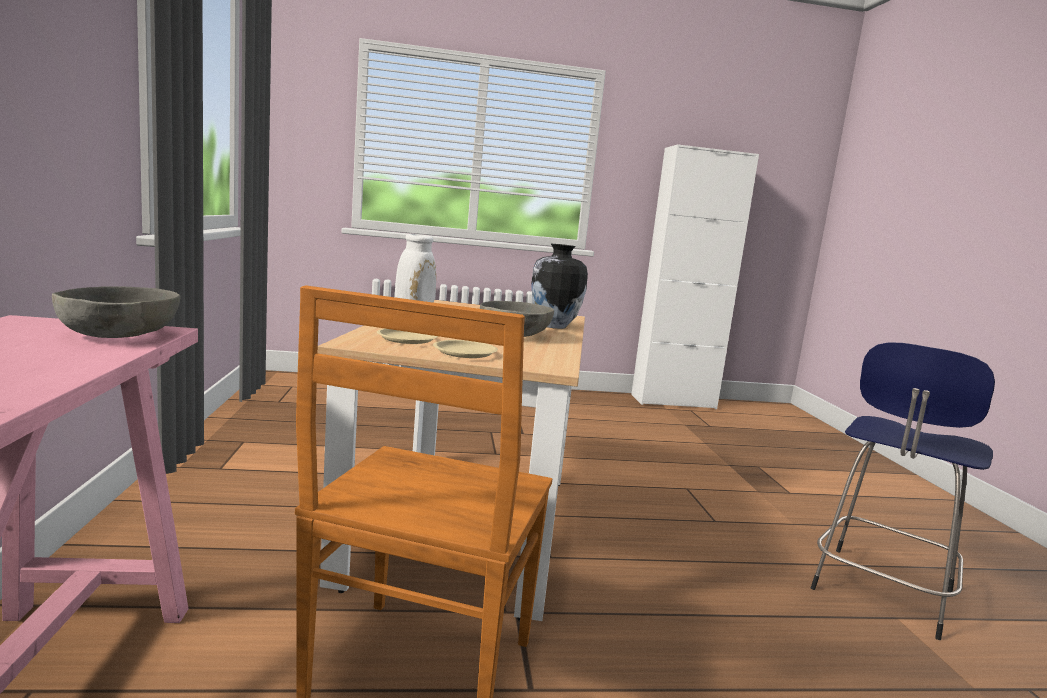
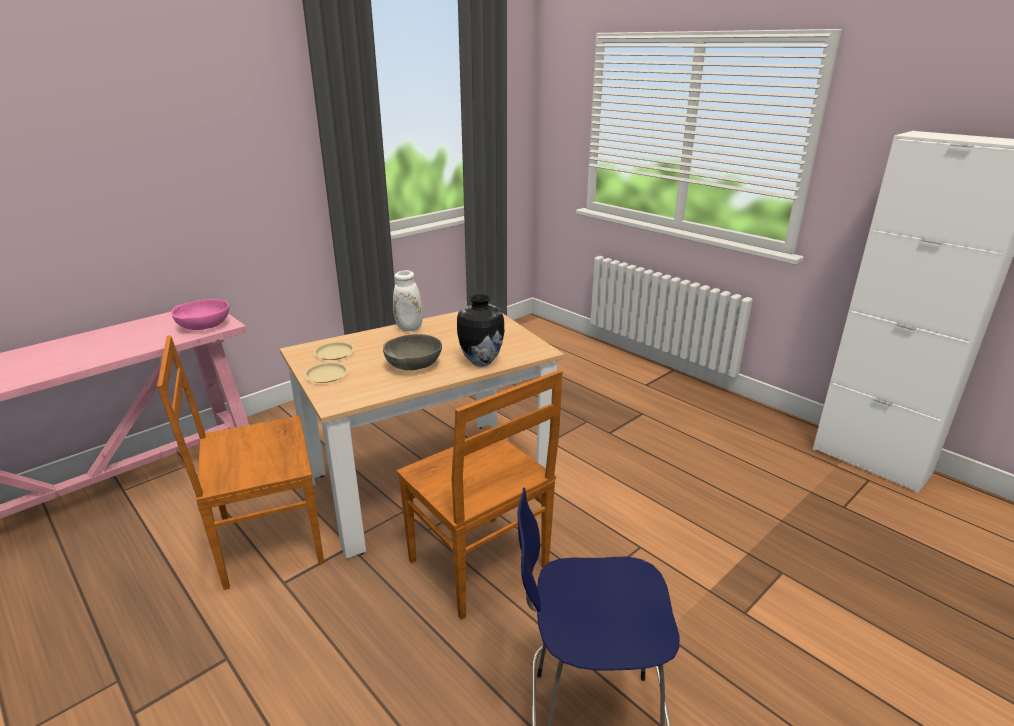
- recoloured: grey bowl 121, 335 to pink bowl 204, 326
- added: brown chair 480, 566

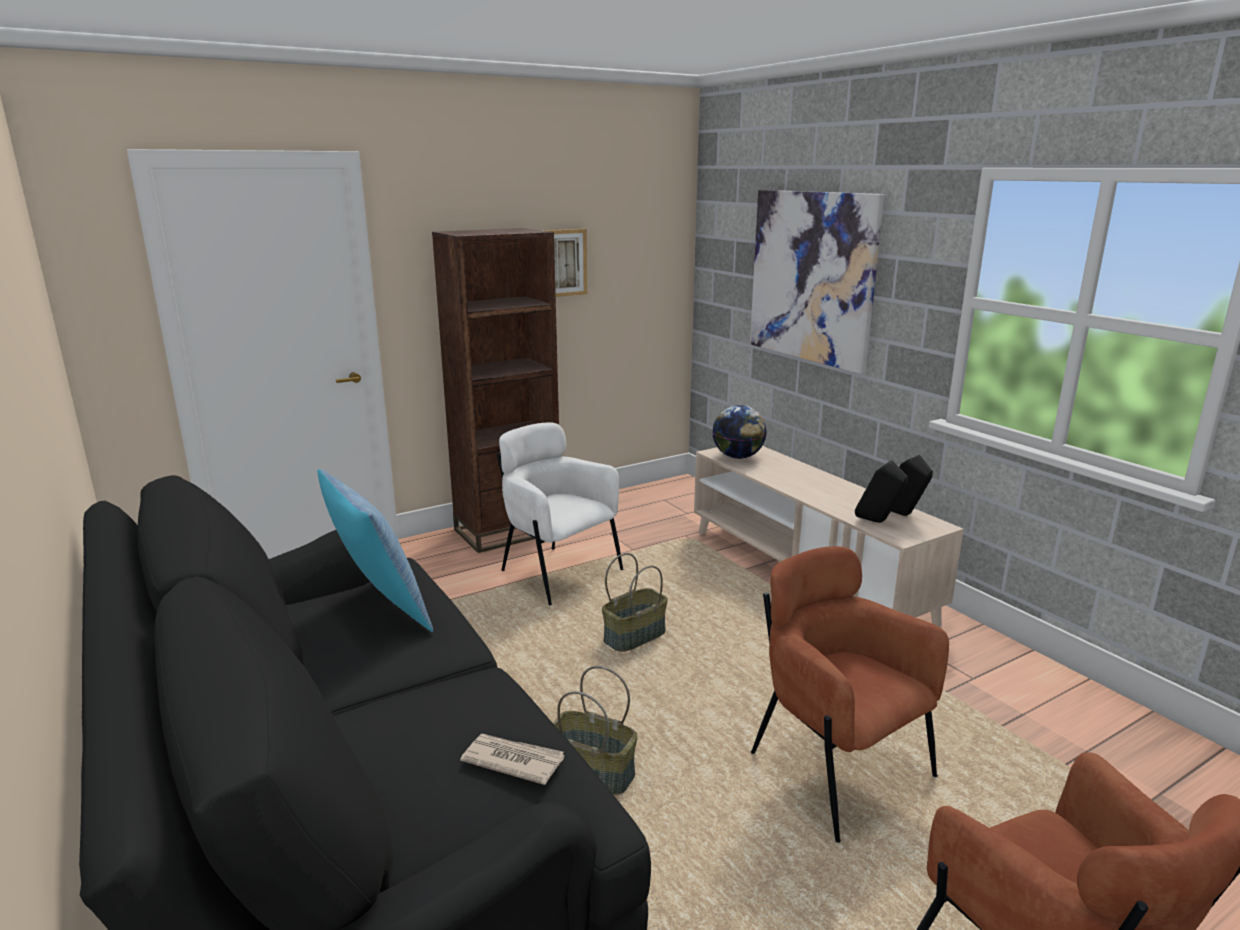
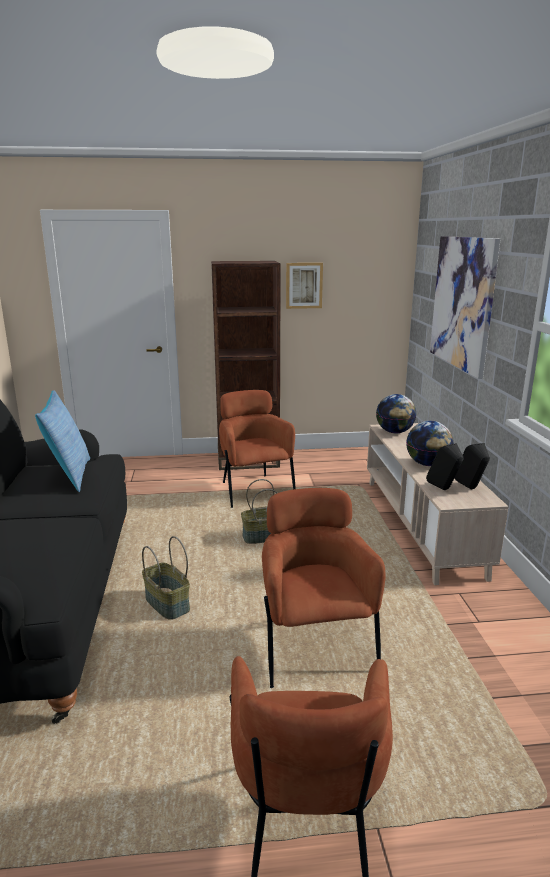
- removed: newspaper 512, 760
- recoloured: white armchair 557, 573 to brown armchair 254, 490
- added: globe 427, 464

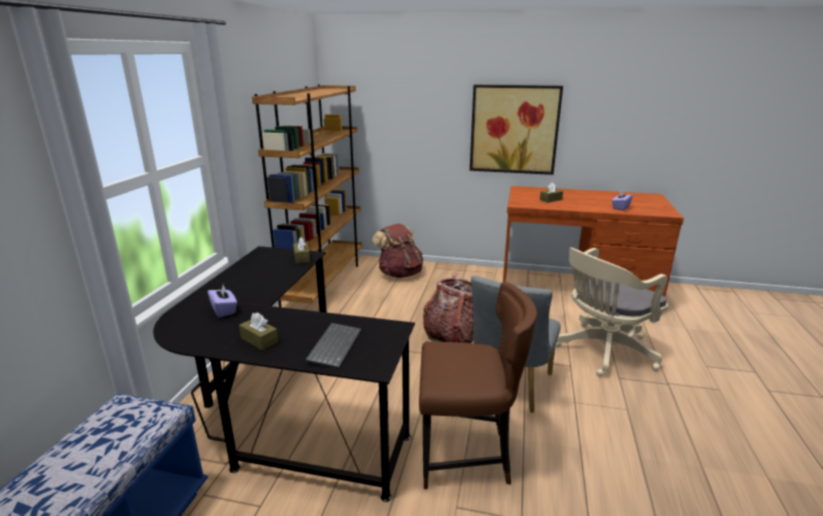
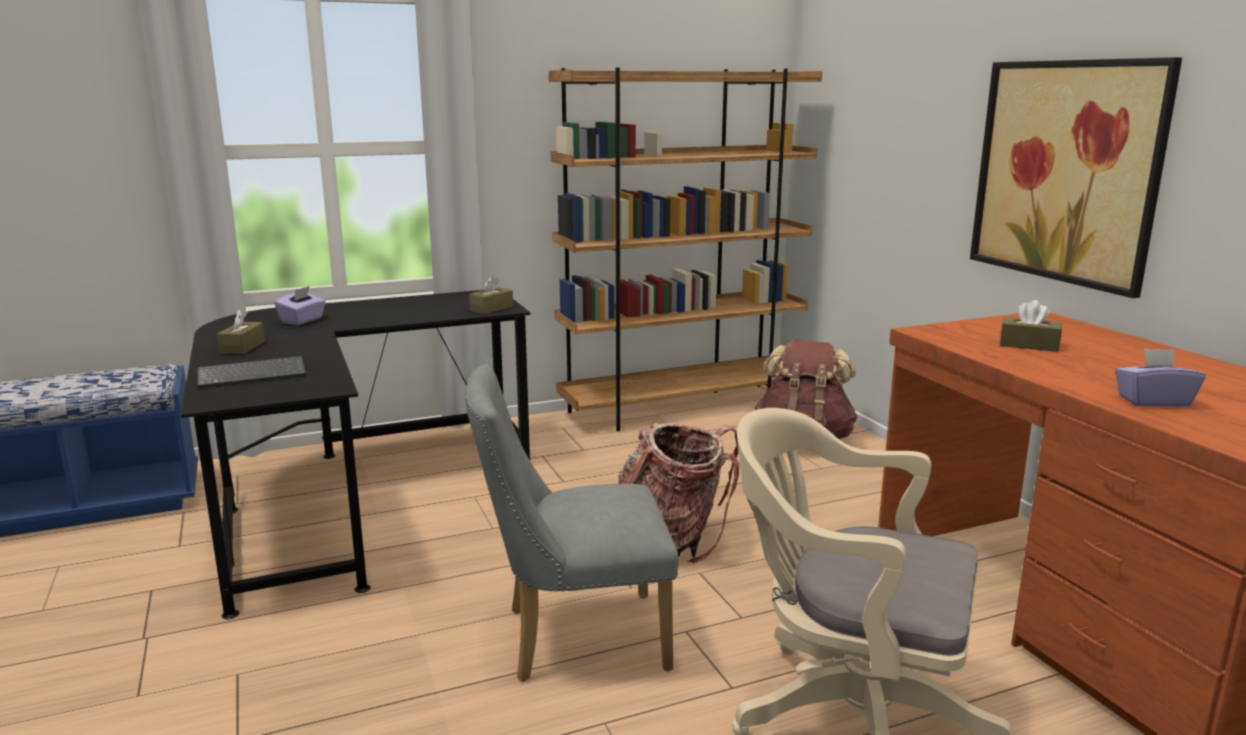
- removed: brown chair 467, 456

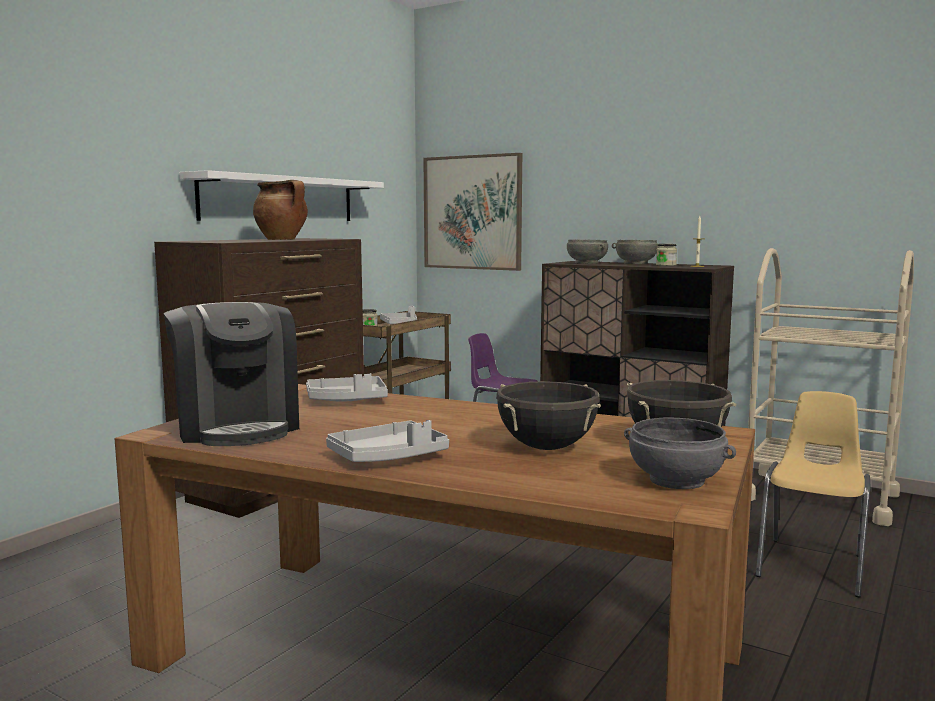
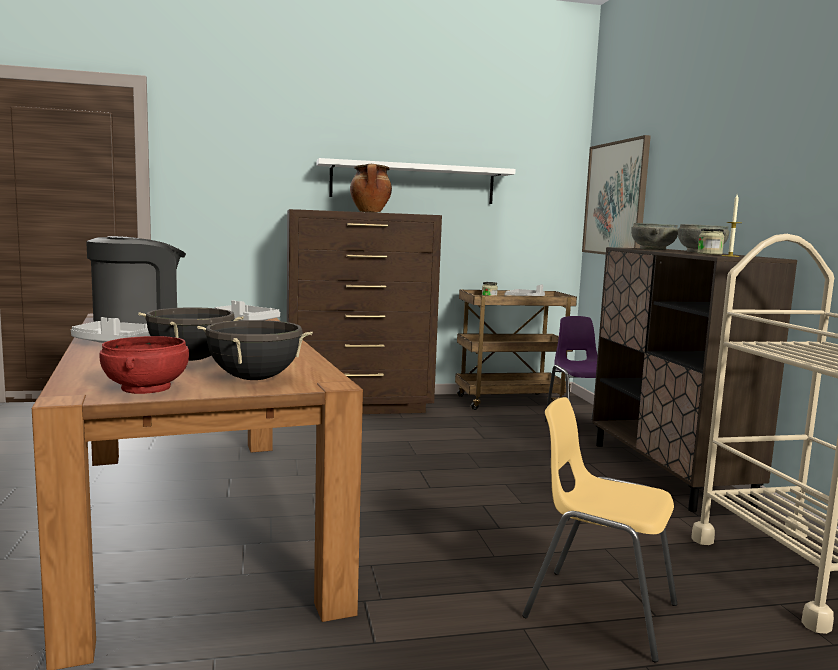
- turned: coffee machine 237, 427 = 139, 320 150 degrees counterclockwise
- recoloured: grey bowl 677, 480 to red bowl 147, 388
- turned: yellow chair 812, 566 = 599, 611 135 degrees counterclockwise

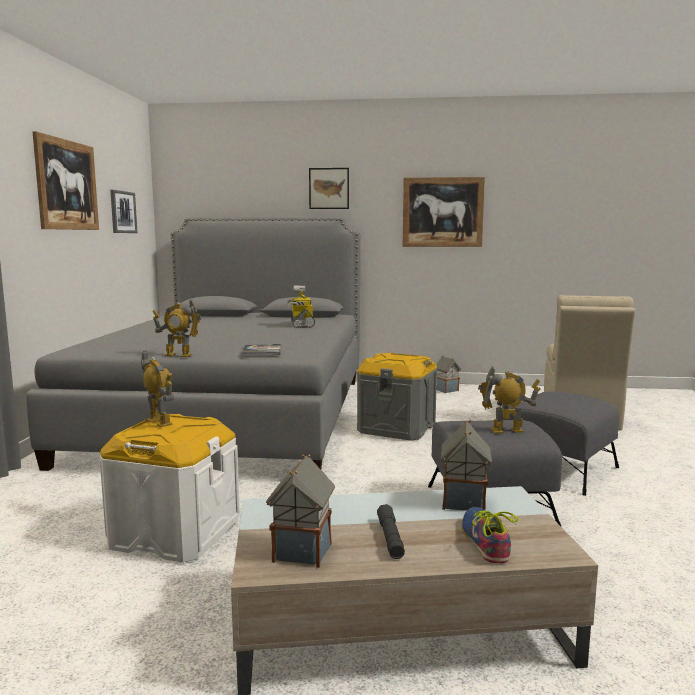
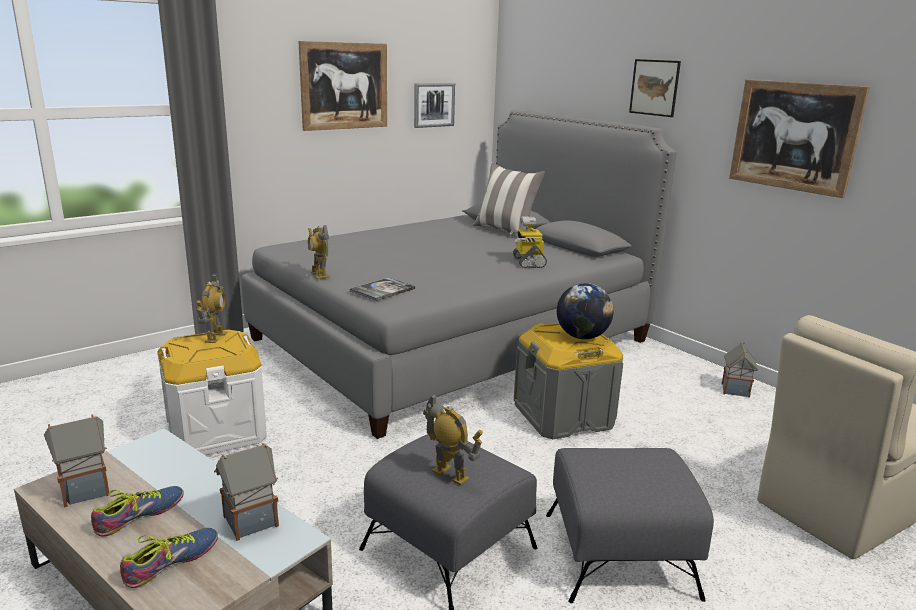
- turned: toy robot 302, 325 = 527, 262 45 degrees counterclockwise
- replaced: grey flashlight 390, 538 to shoe 139, 515
- added: pillow 505, 231
- added: globe 582, 337

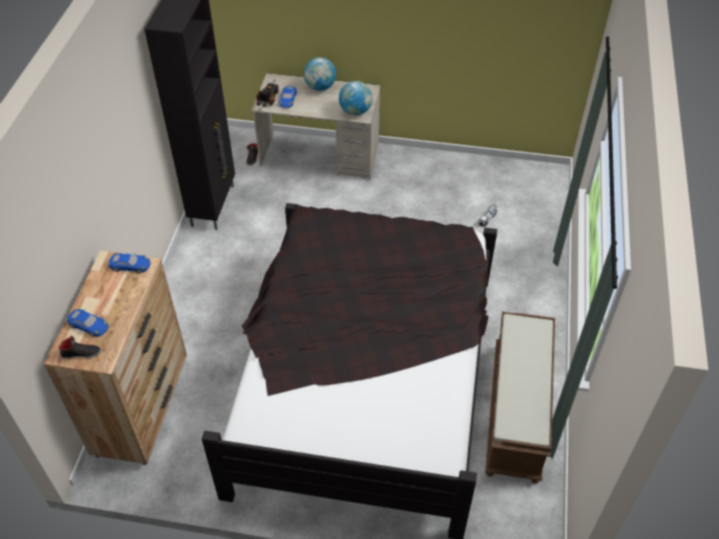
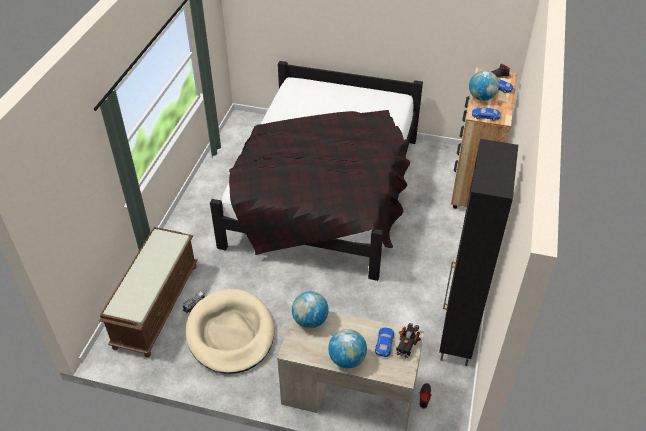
- moved: brown bench 517, 412 to 156, 305
- added: beige dog bed 230, 334
- added: globe 481, 98

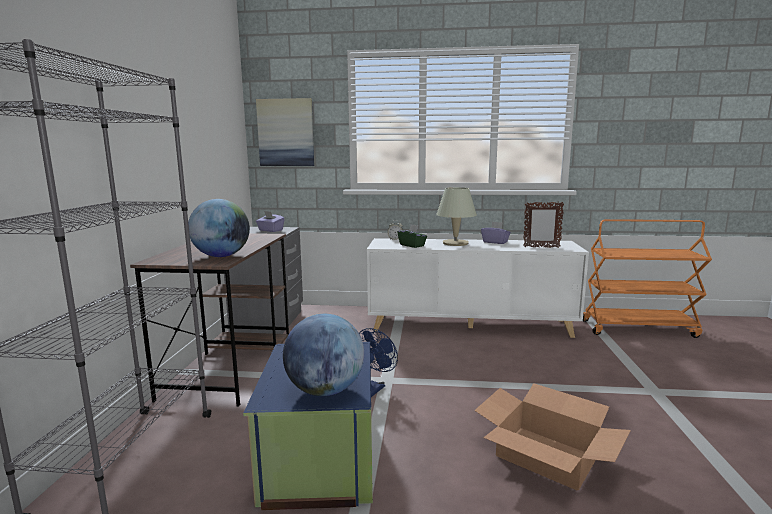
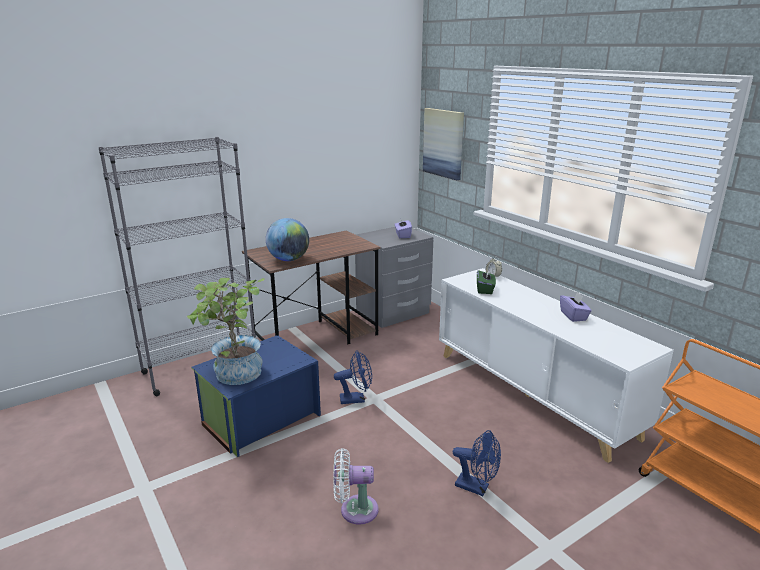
- replaced: globe 325, 390 to potted plant 234, 376
- removed: beige table lamp 455, 243
- replaced: cardboard box 546, 456 to white fan 355, 510
- removed: picture frame 541, 247
- added: blue fan 477, 487

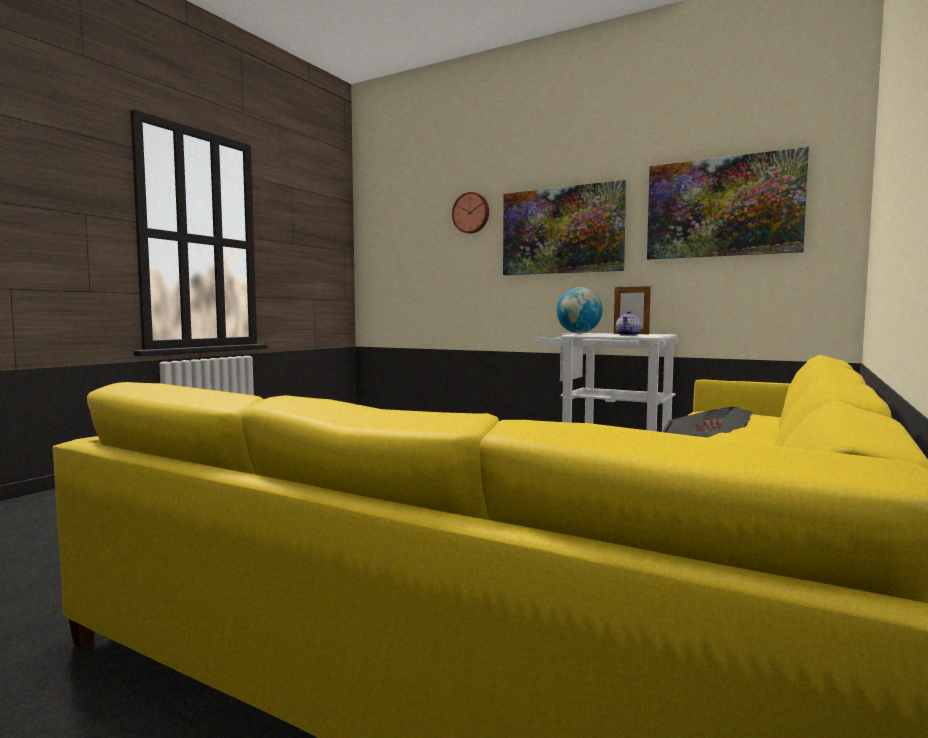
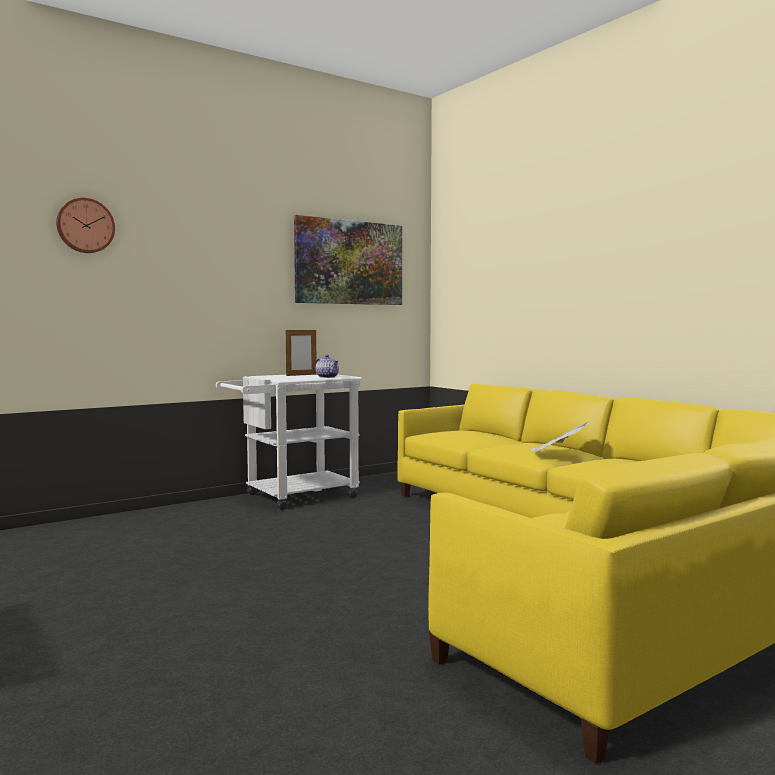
- removed: picture 562, 230
- removed: globe 578, 333

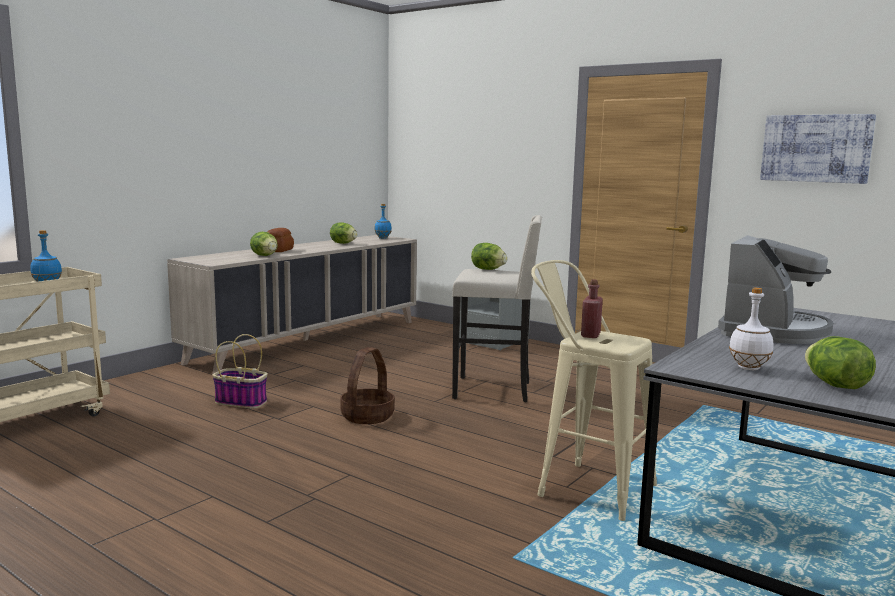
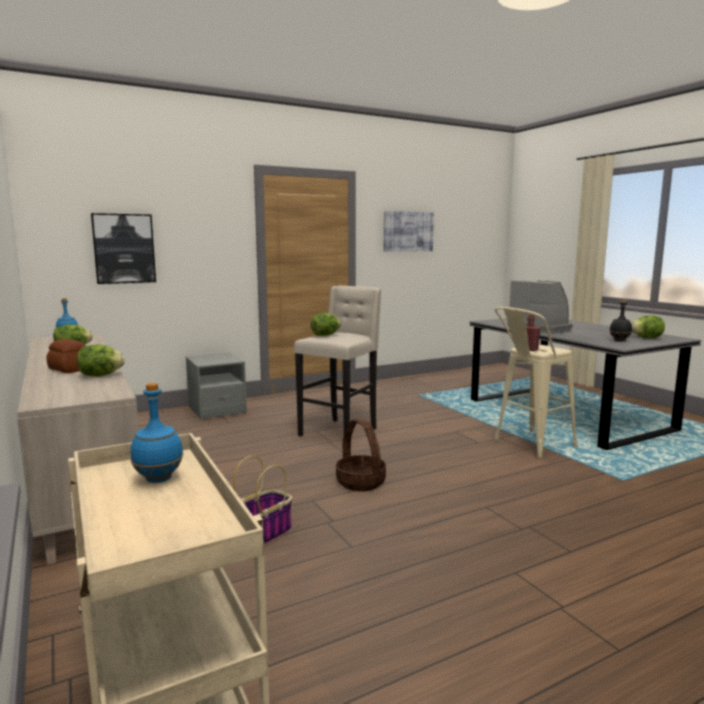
- recoloured: white bottle 749, 368 to black bottle 619, 340
- added: picture 124, 248

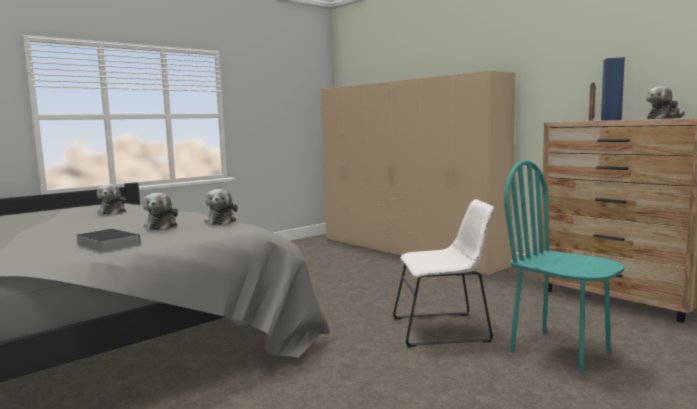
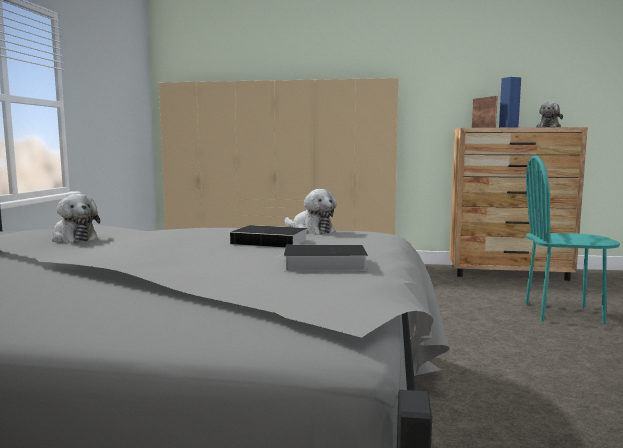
- replaced: plush toy 162, 226 to book 272, 242
- removed: white chair 444, 329

